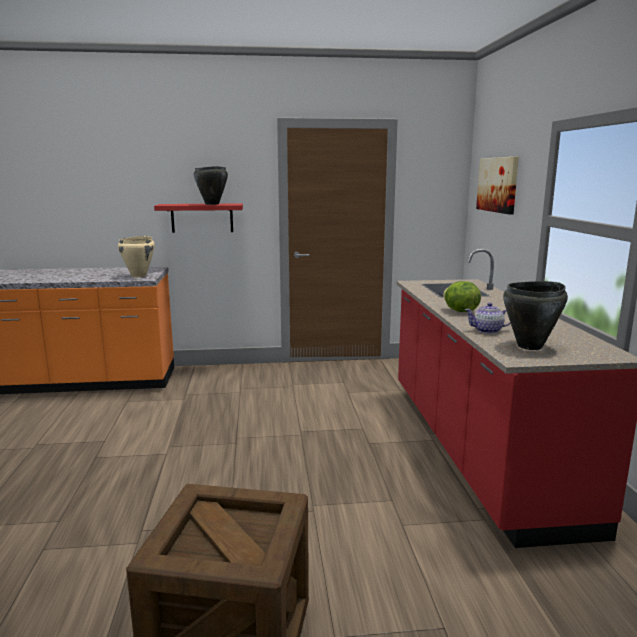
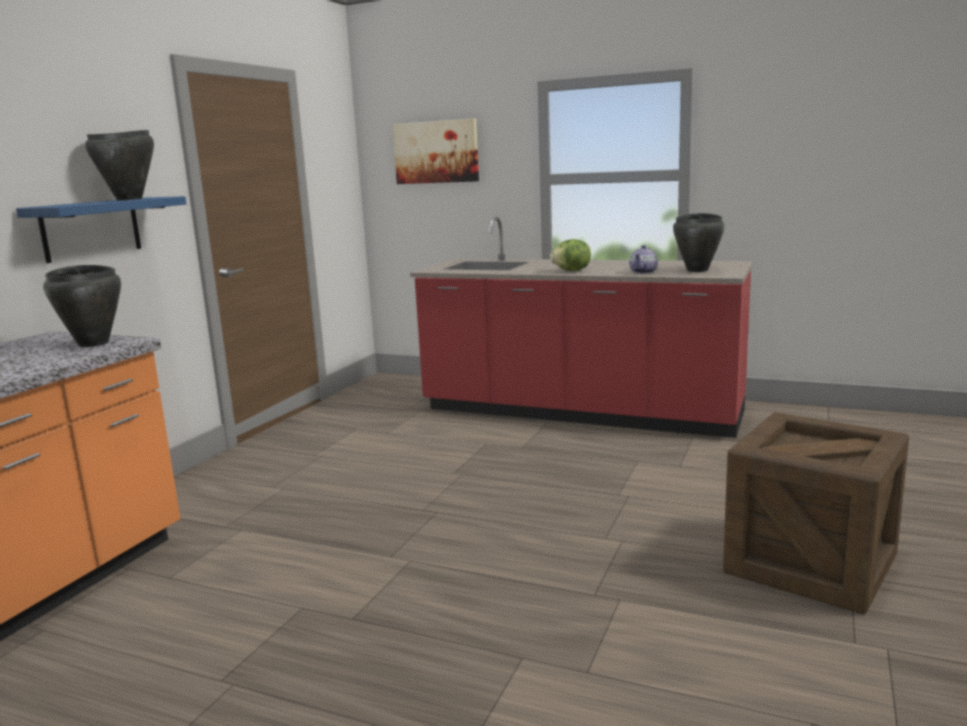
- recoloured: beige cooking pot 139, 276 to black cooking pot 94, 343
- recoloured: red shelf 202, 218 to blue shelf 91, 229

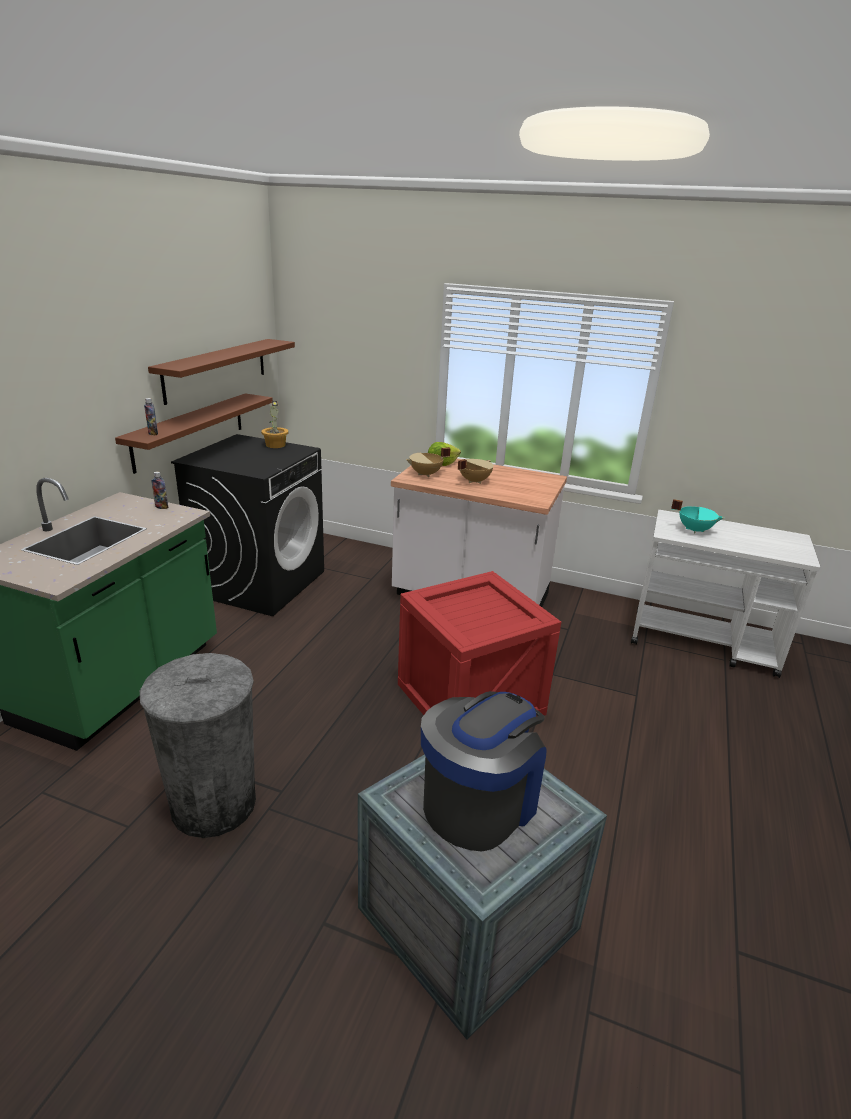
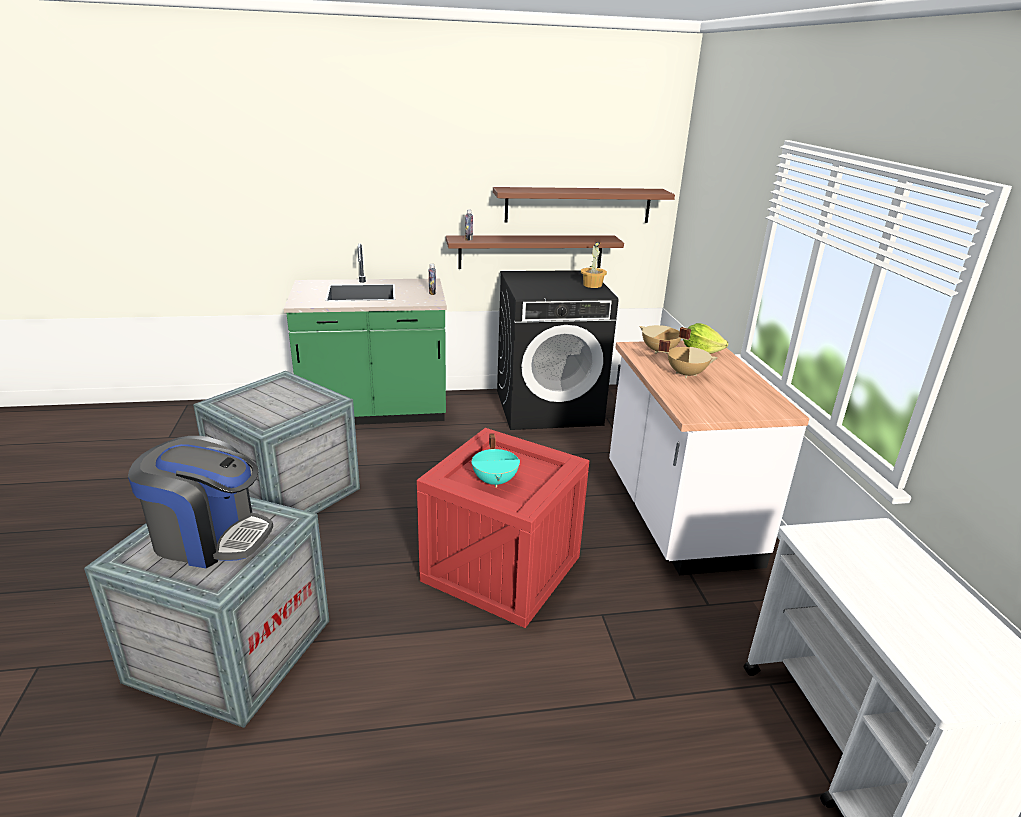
- replaced: grey trash can 213, 804 to crate 285, 491
- moved: turquoise cooking pot 694, 530 to 495, 481

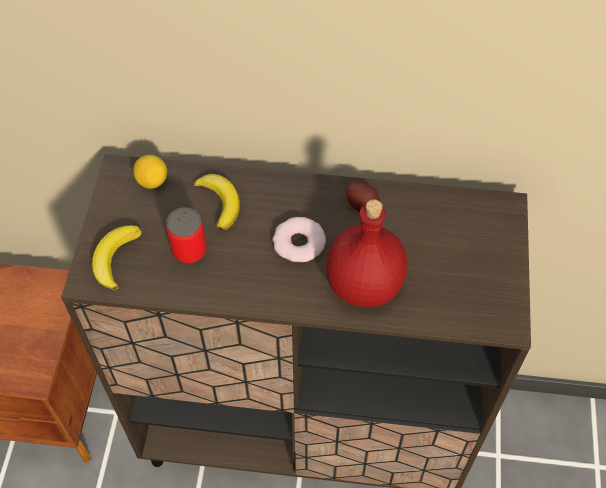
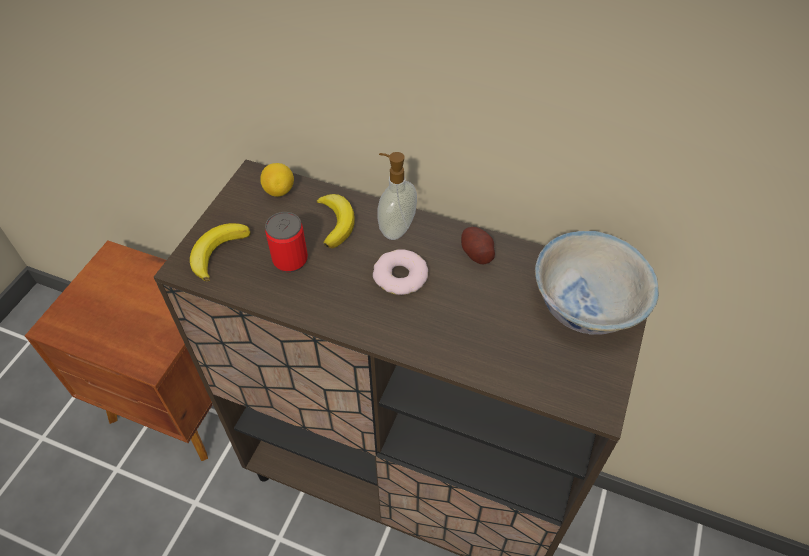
- removed: red bottle 365, 285
- added: soap dispenser 396, 228
- added: white bowl 585, 304

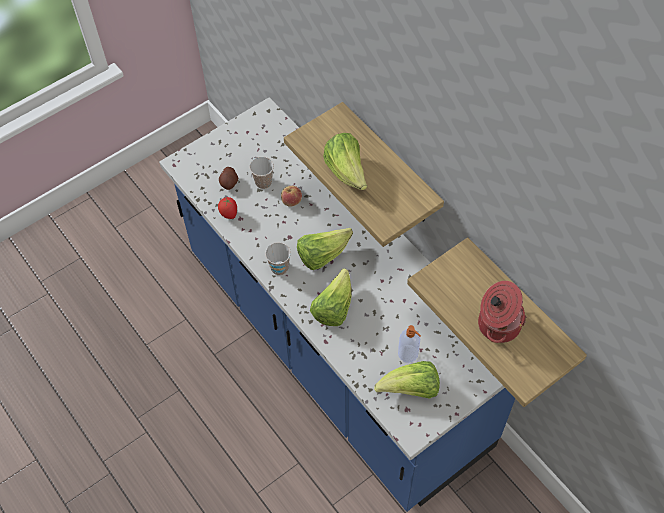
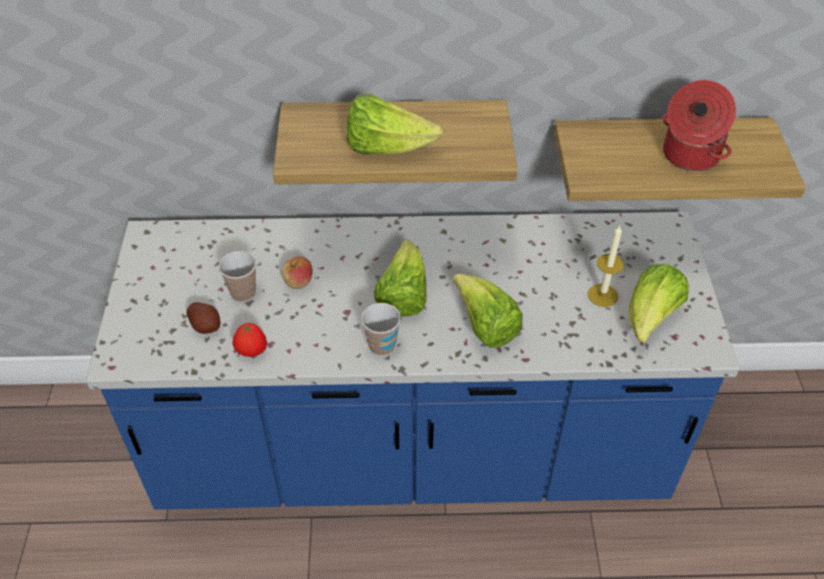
- replaced: soap dispenser 408, 354 to candle 602, 295

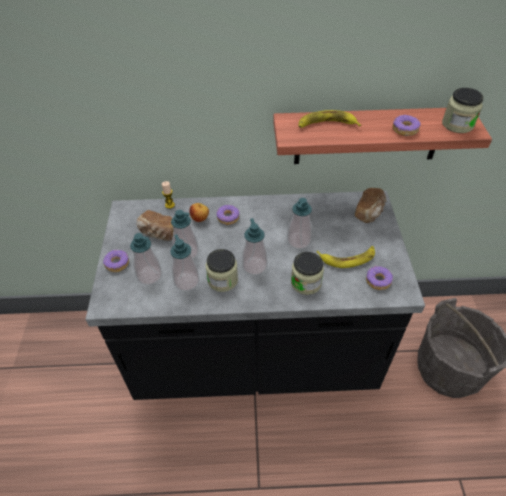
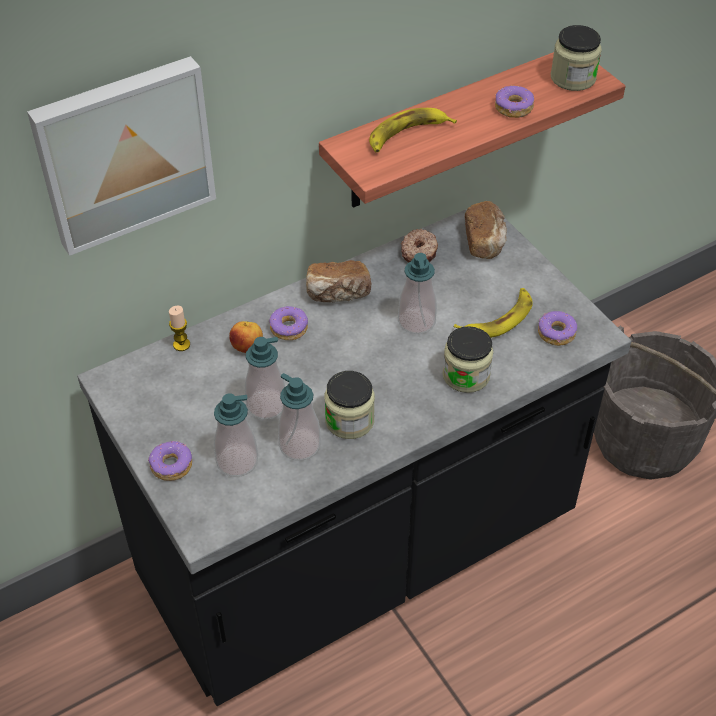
- moved: bread 158, 233 to 338, 294
- removed: soap dispenser 254, 266
- added: picture 124, 152
- added: donut 419, 252

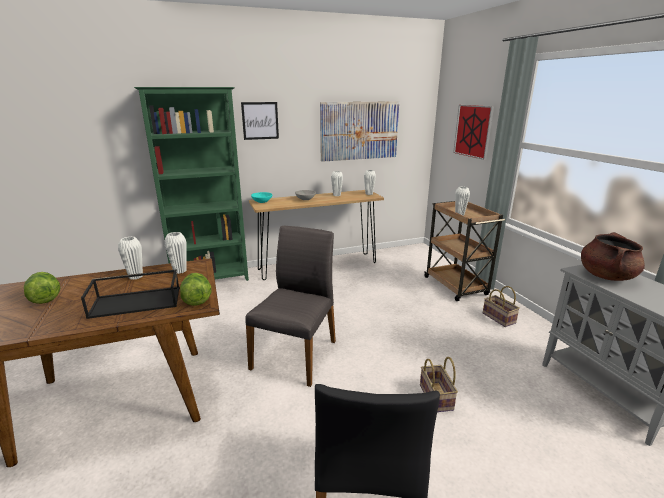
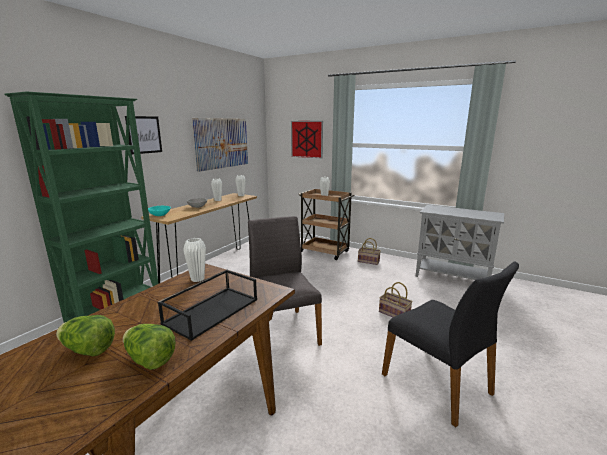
- removed: white vase 136, 276
- moved: lettuce 196, 299 to 149, 360
- removed: brown cooking pot 606, 276

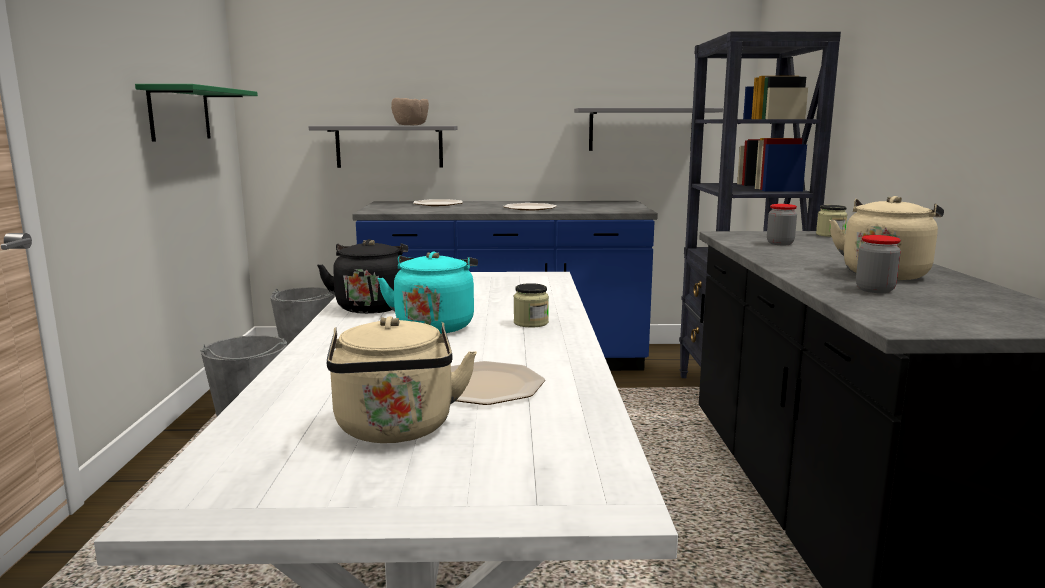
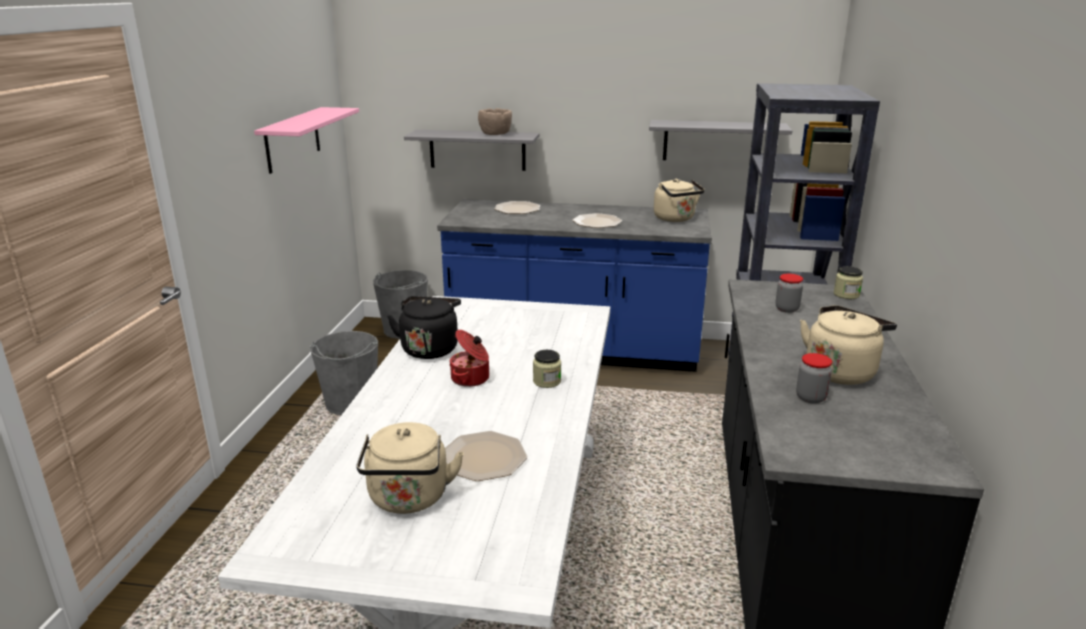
- recoloured: green shelf 180, 114 to pink shelf 292, 139
- replaced: turquoise kettle 435, 325 to cooking pot 471, 379
- added: beige kettle 676, 219

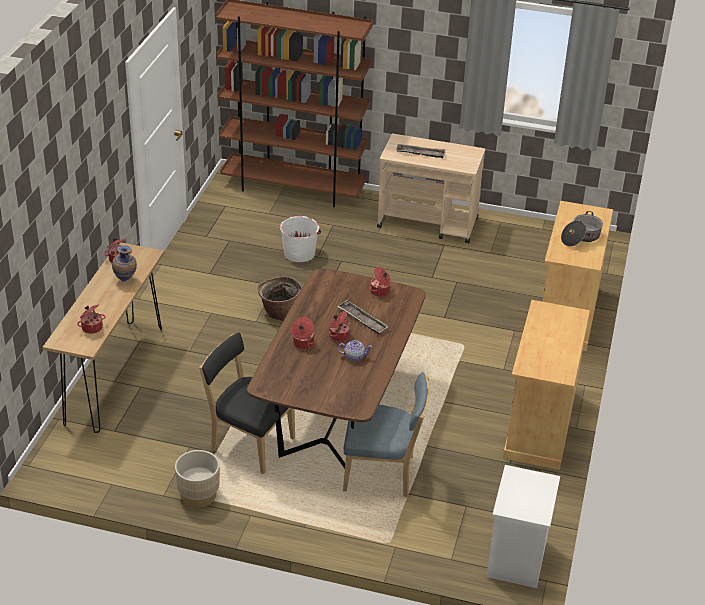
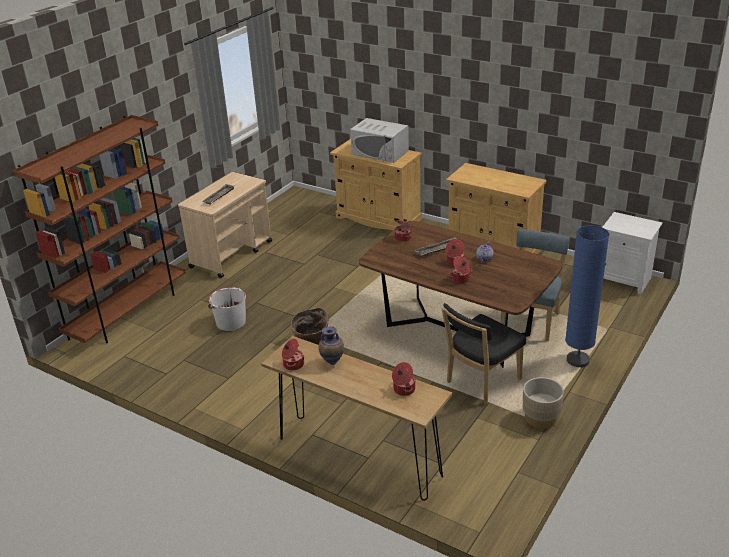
- replaced: cooking pot 580, 237 to white microwave 380, 152
- added: blue floor lamp 577, 360

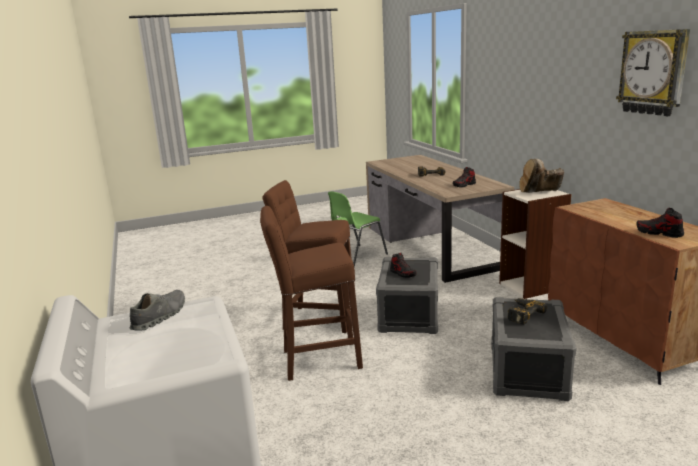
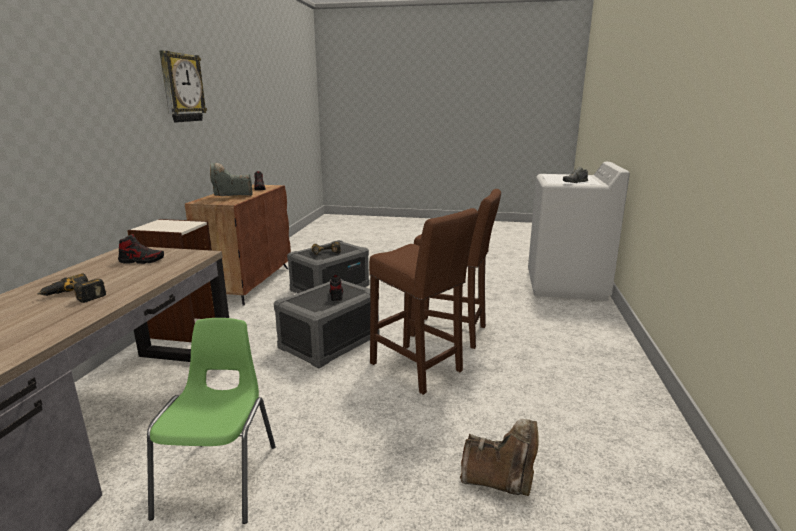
- turned: green chair 356, 256 = 221, 478 75 degrees counterclockwise
- moved: brown boot 539, 194 to 500, 482
- added: grey boot 231, 197

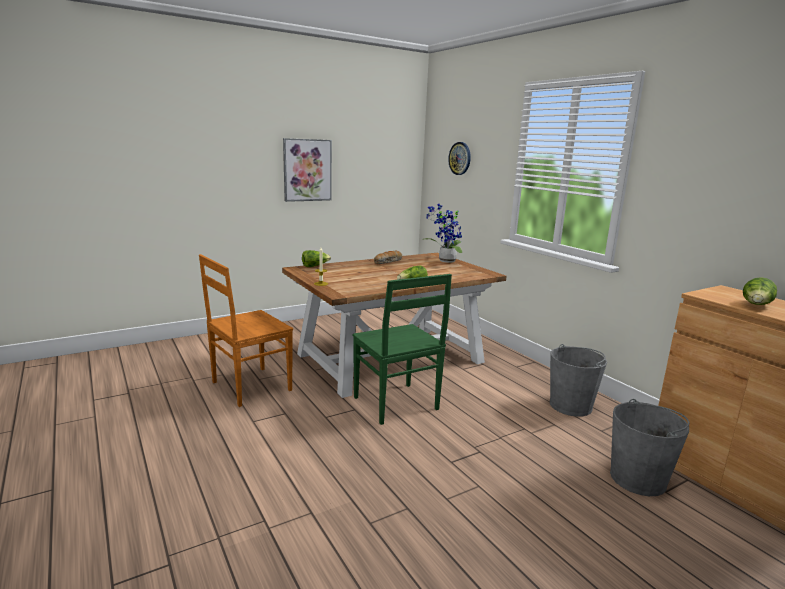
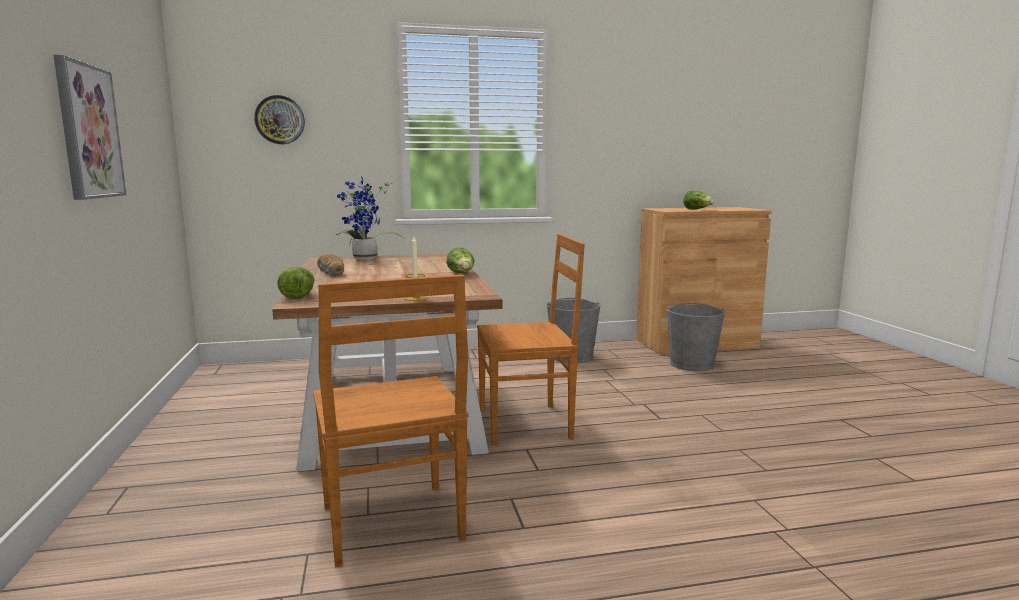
- recoloured: green chair 397, 404 to brown chair 527, 424

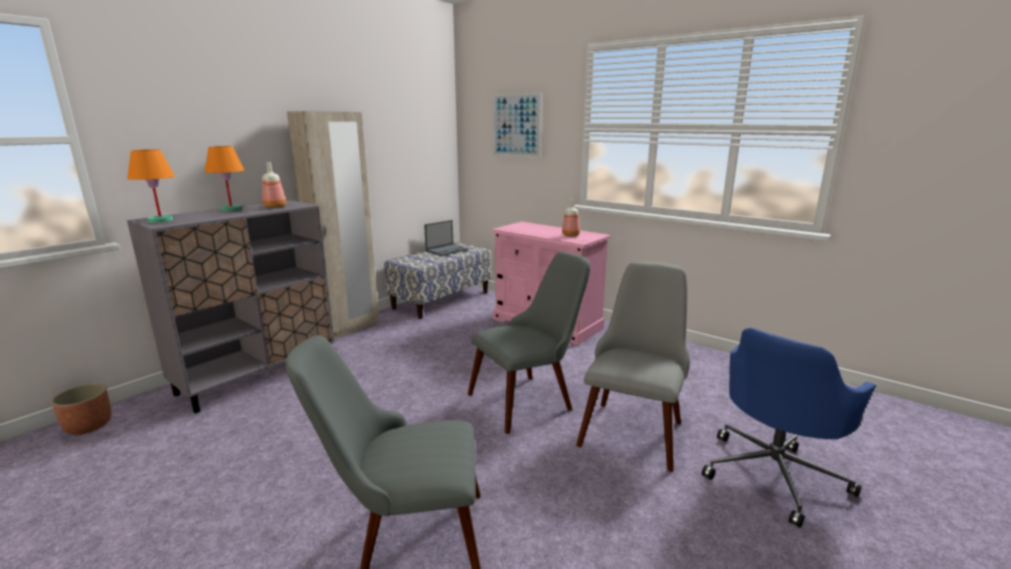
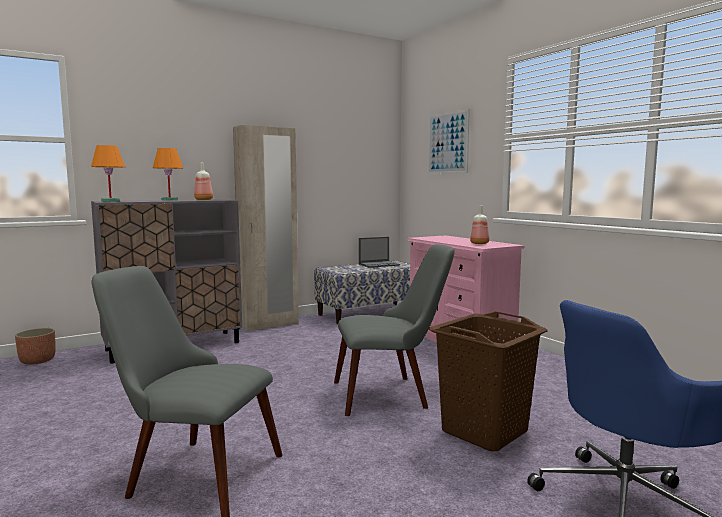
- replaced: grey chair 634, 425 to brown laundry basket 485, 431

